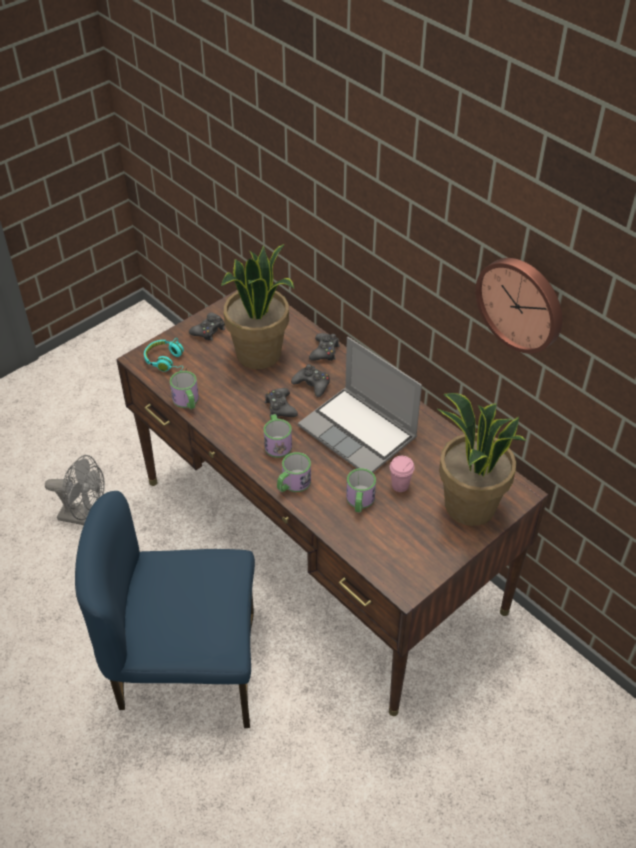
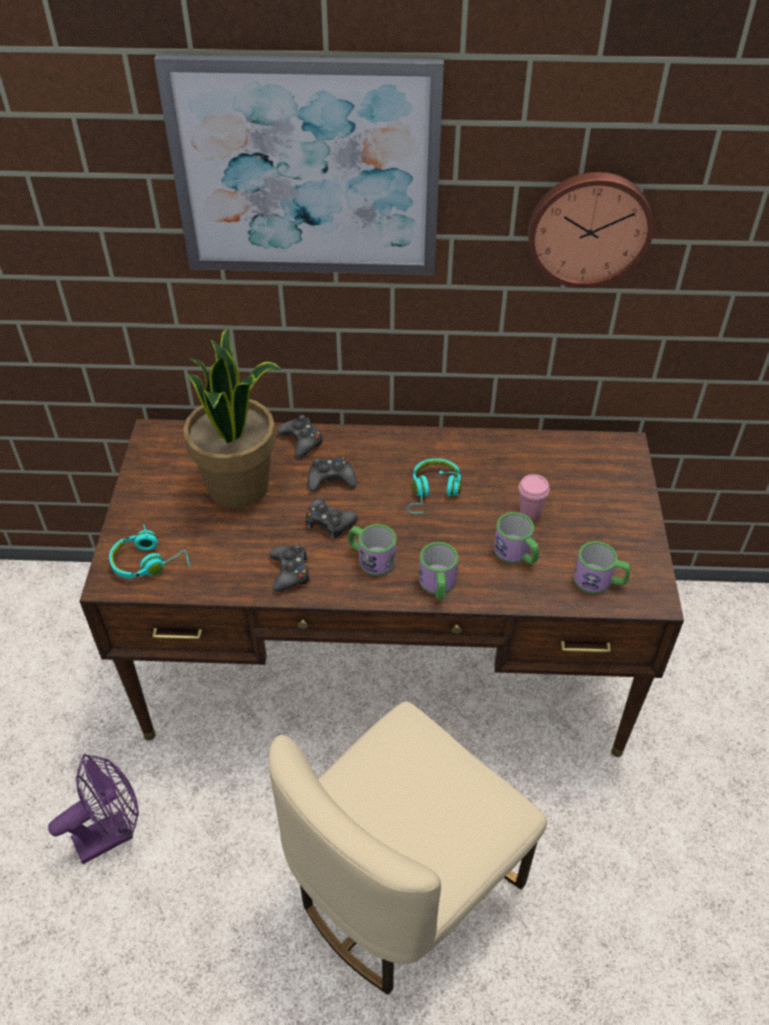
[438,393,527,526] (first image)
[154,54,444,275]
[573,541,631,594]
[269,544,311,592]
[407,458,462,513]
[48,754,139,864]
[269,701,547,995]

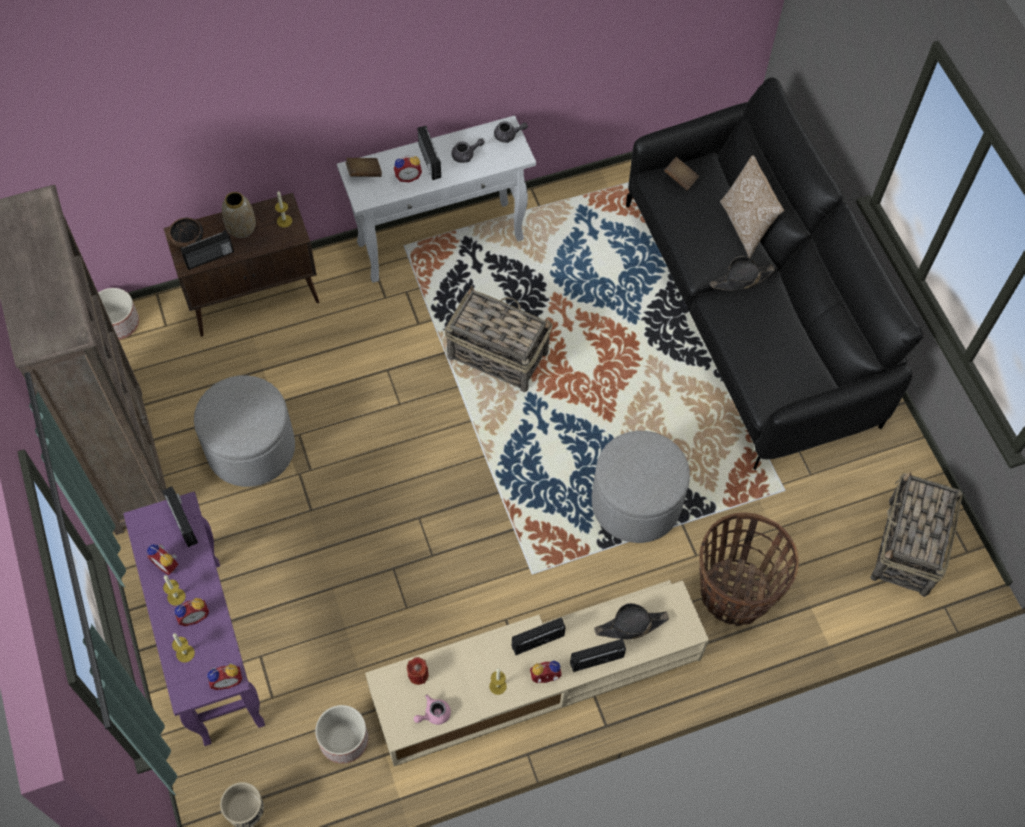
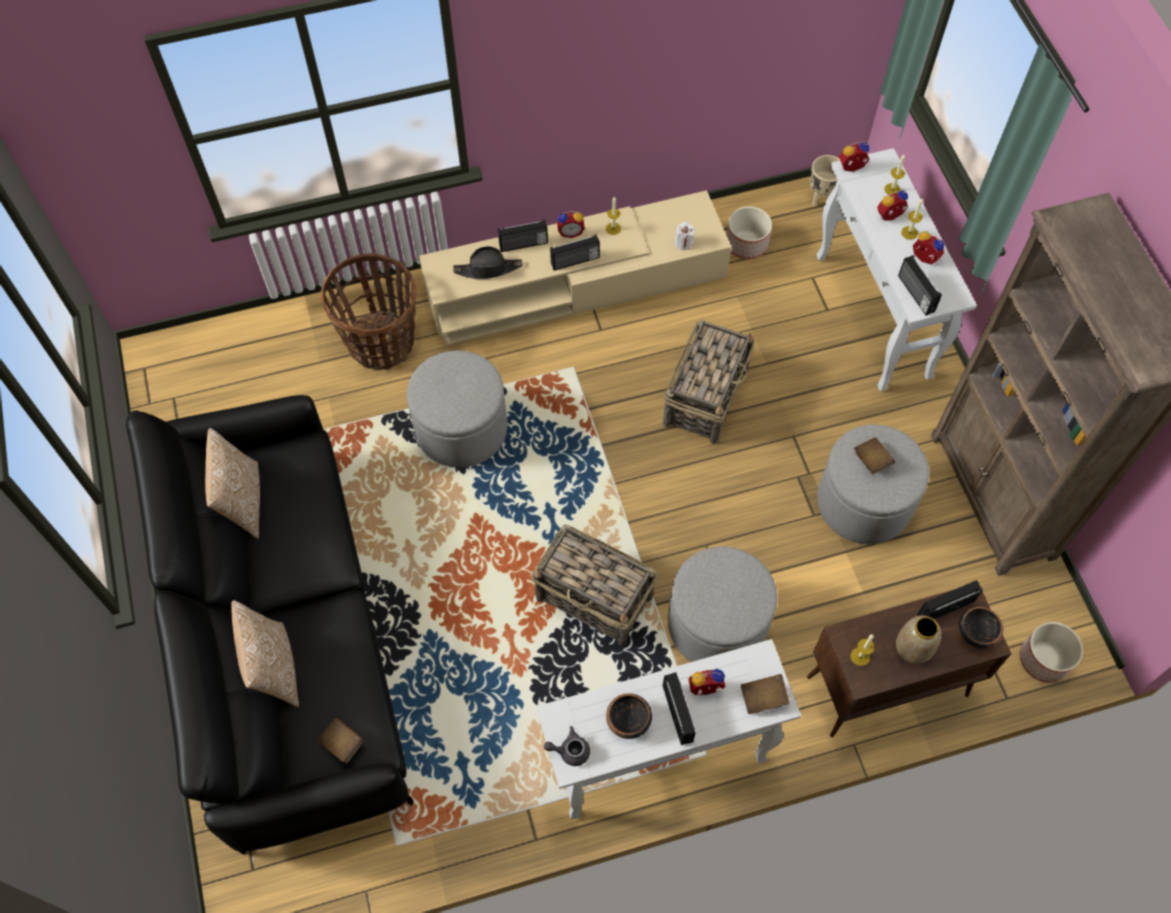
[414,695,451,725] (first image)
[710,256,775,290] (first image)
[205,428,260,539]
[668,547,777,662]
[854,437,895,475]
[663,319,755,444]
[606,693,652,739]
[816,148,977,392]
[675,222,695,250]

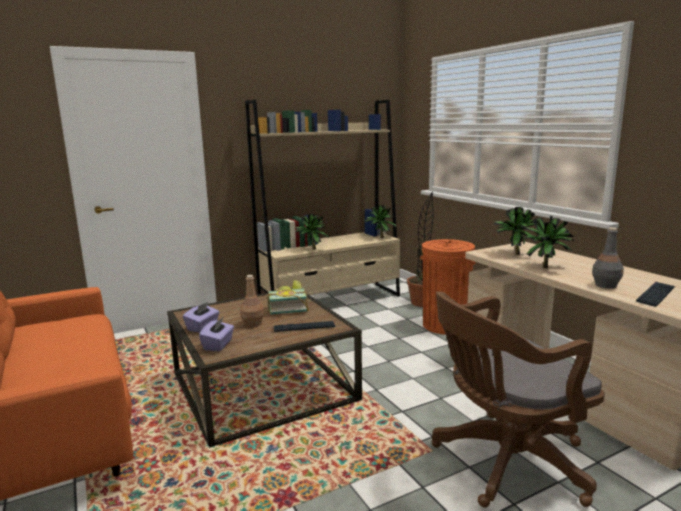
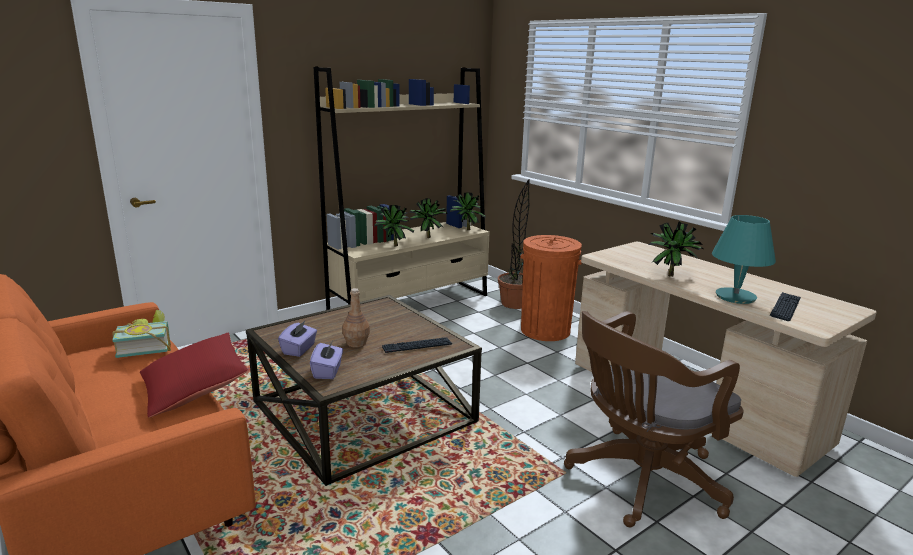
[140,333,248,418]
[112,310,171,358]
[409,198,448,238]
[712,215,776,304]

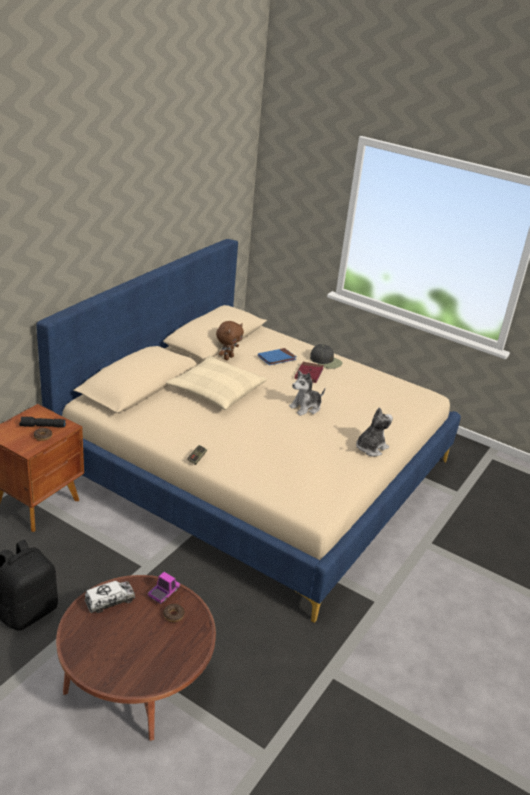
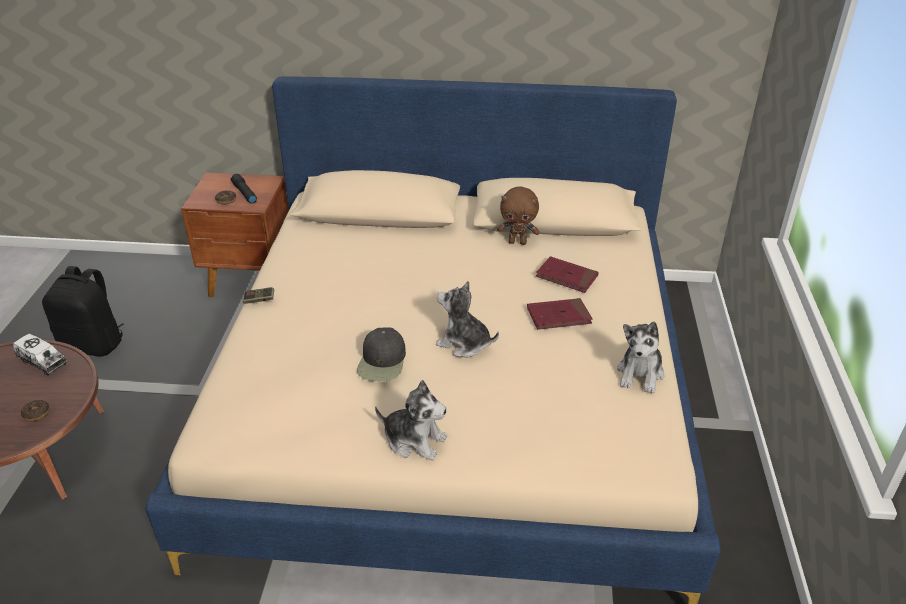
[148,572,180,604] (first image)
[166,355,267,410] (first image)
[617,322,664,394]
[357,327,406,382]
[536,256,598,293]

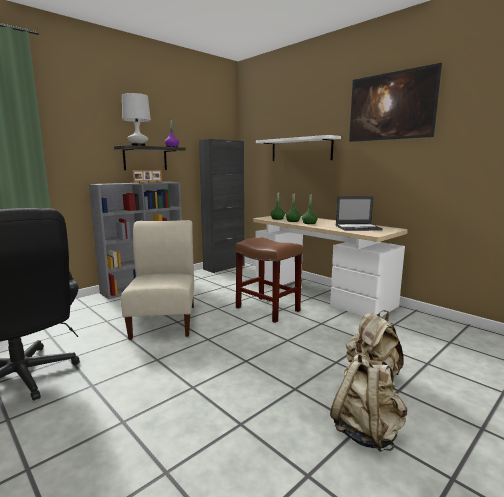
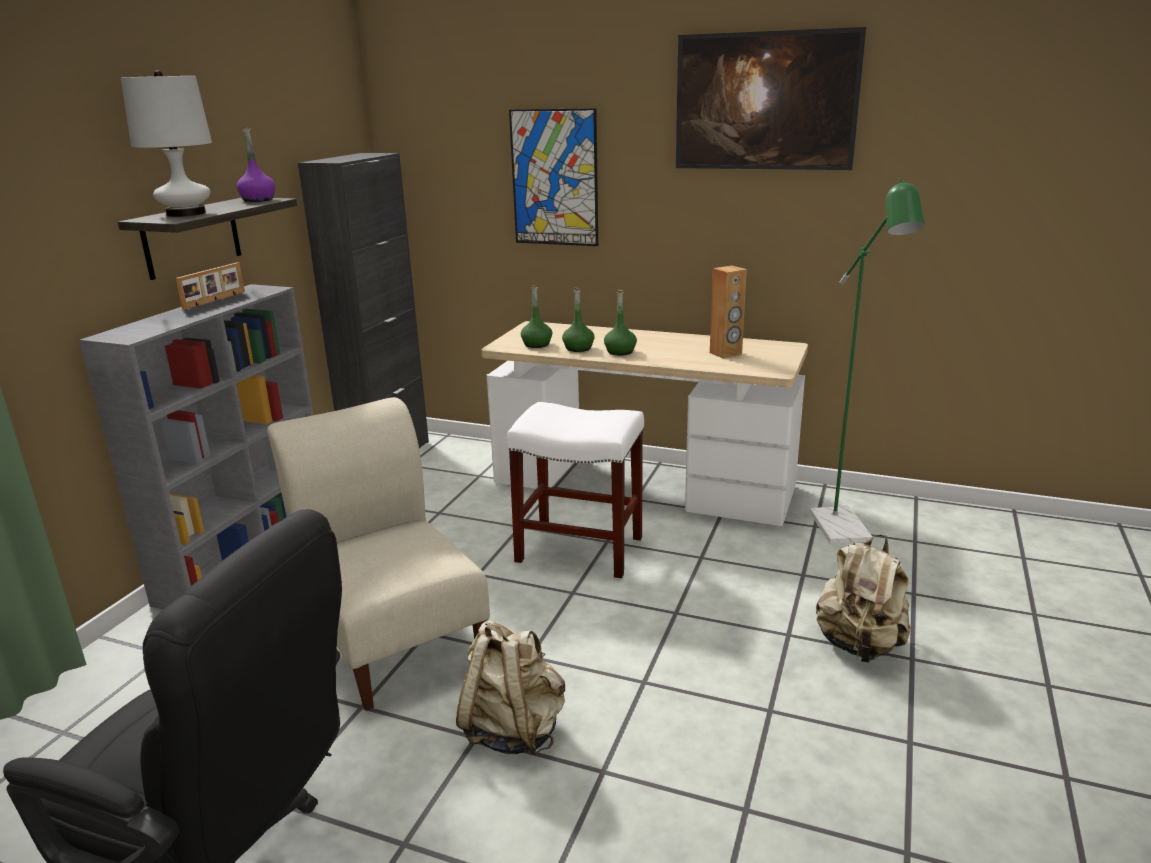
[810,178,925,544]
[456,620,565,756]
[509,108,598,246]
[710,265,747,358]
[507,402,644,580]

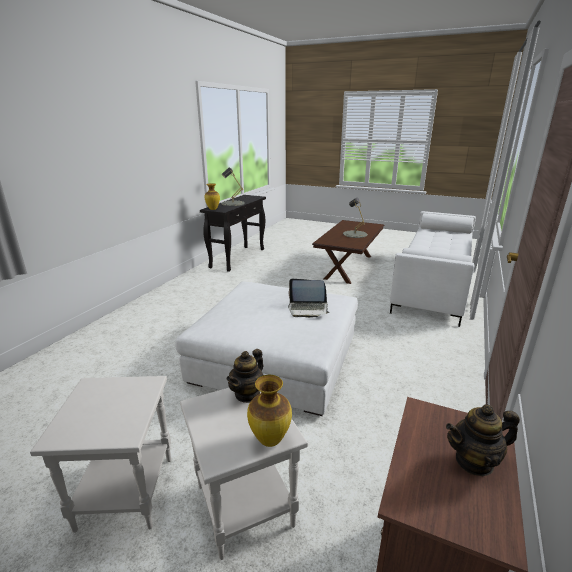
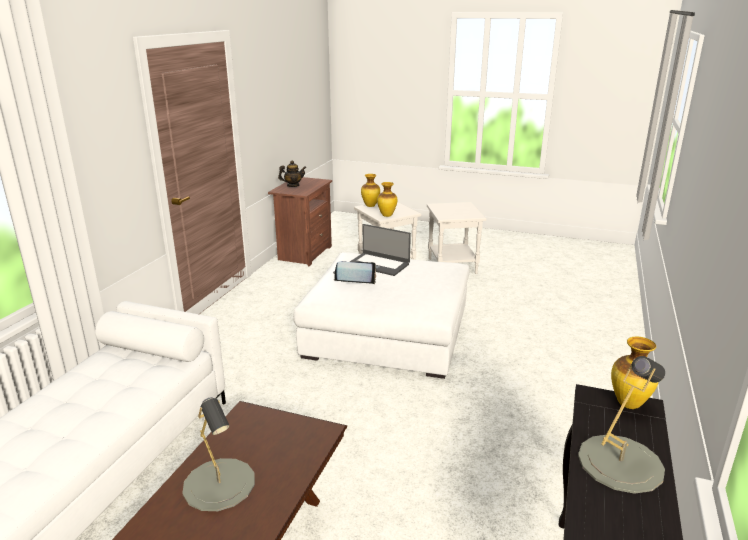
[350,224,411,276]
[377,182,397,217]

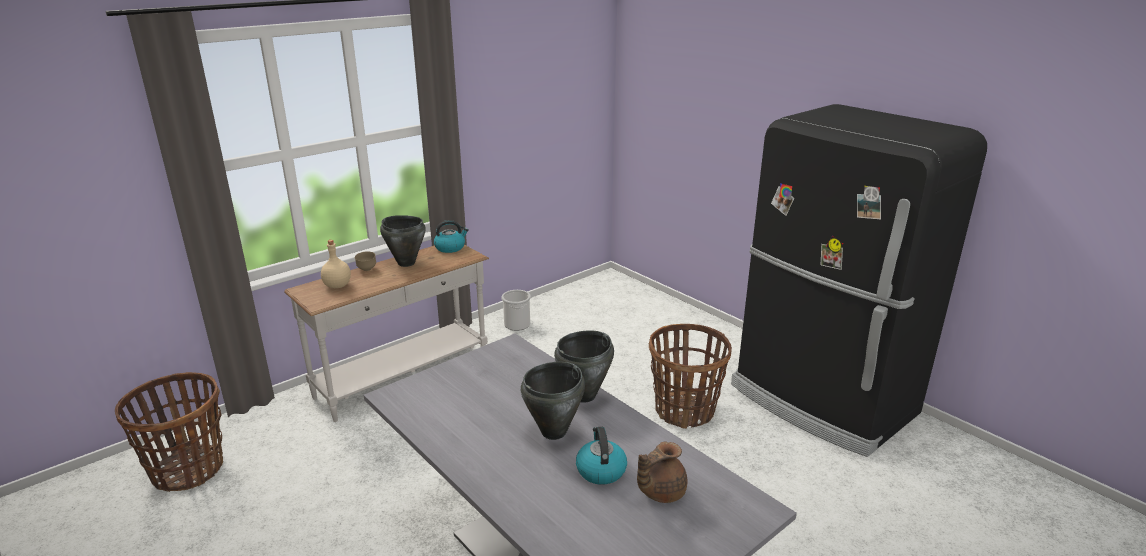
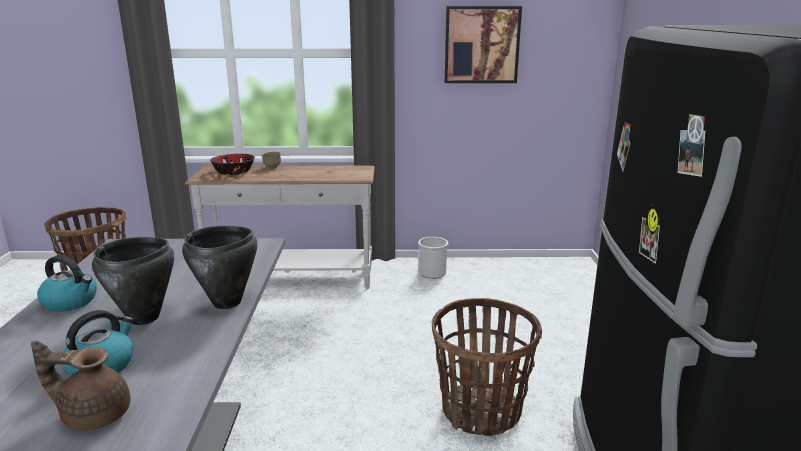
[380,215,426,267] (first image)
[444,6,522,83]
[37,255,97,312]
[210,154,255,175]

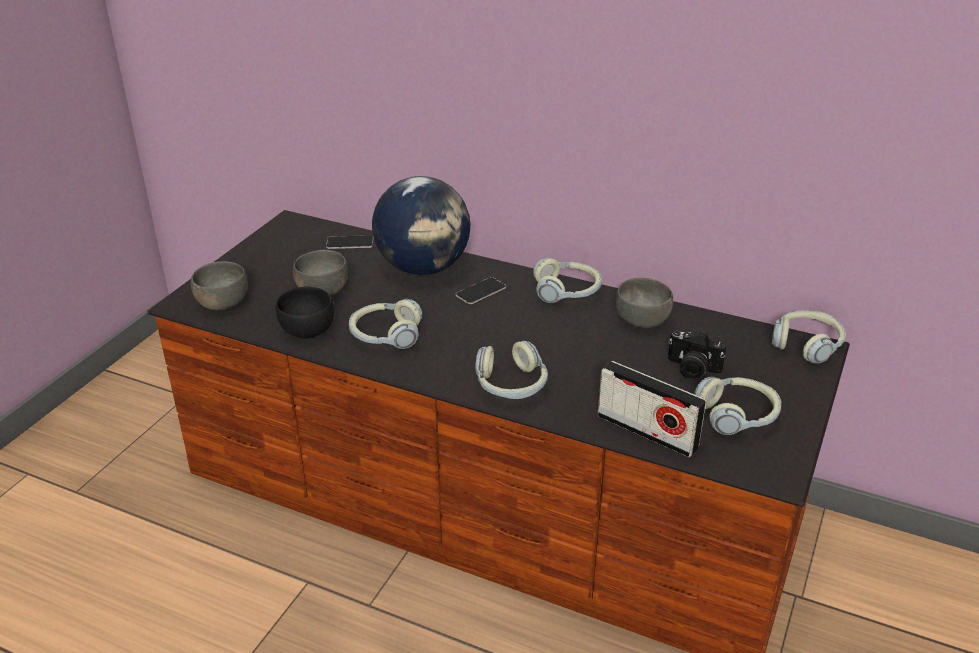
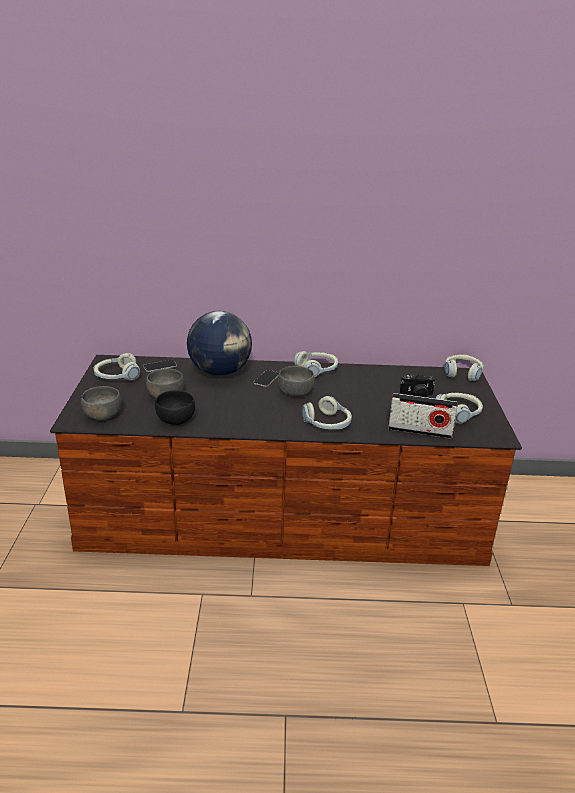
[93,353,140,381]
[278,366,315,397]

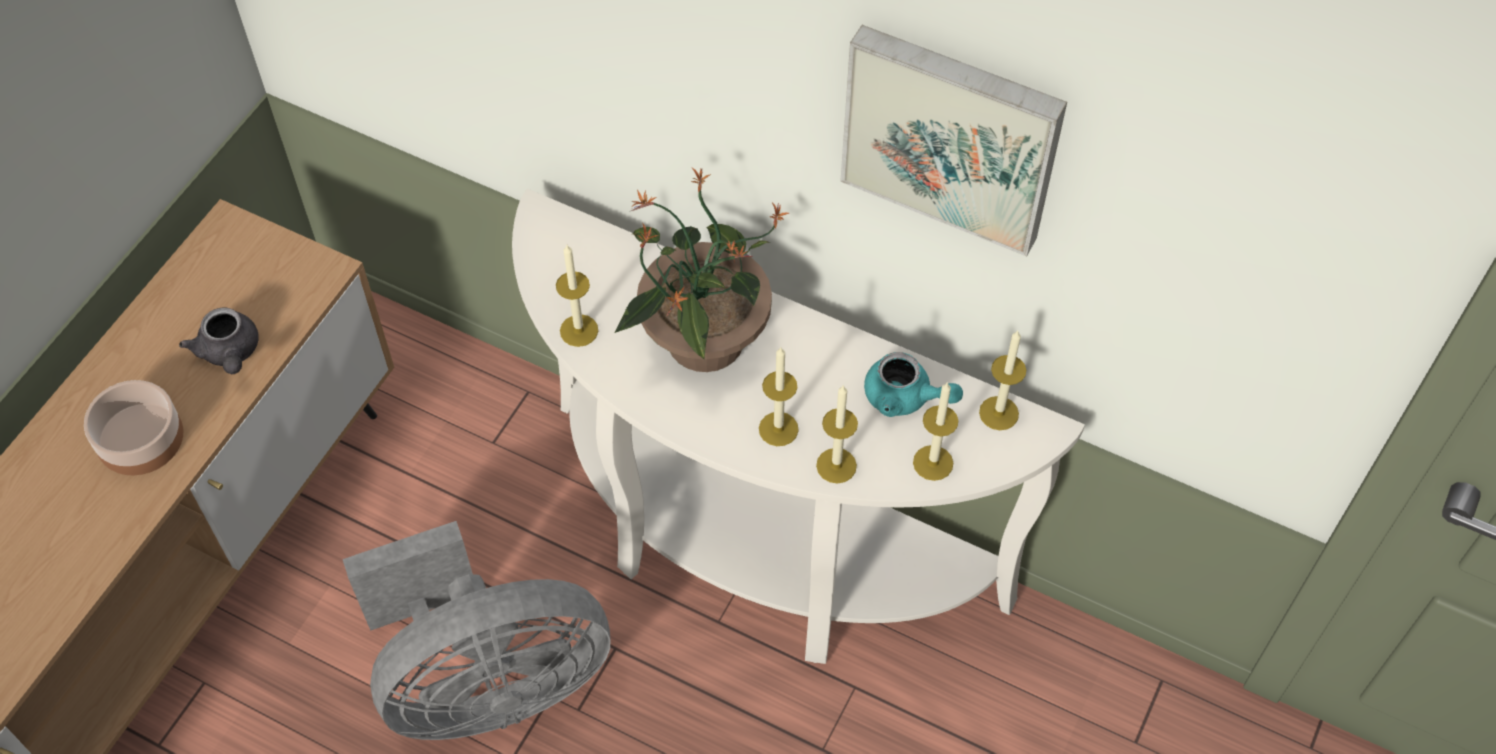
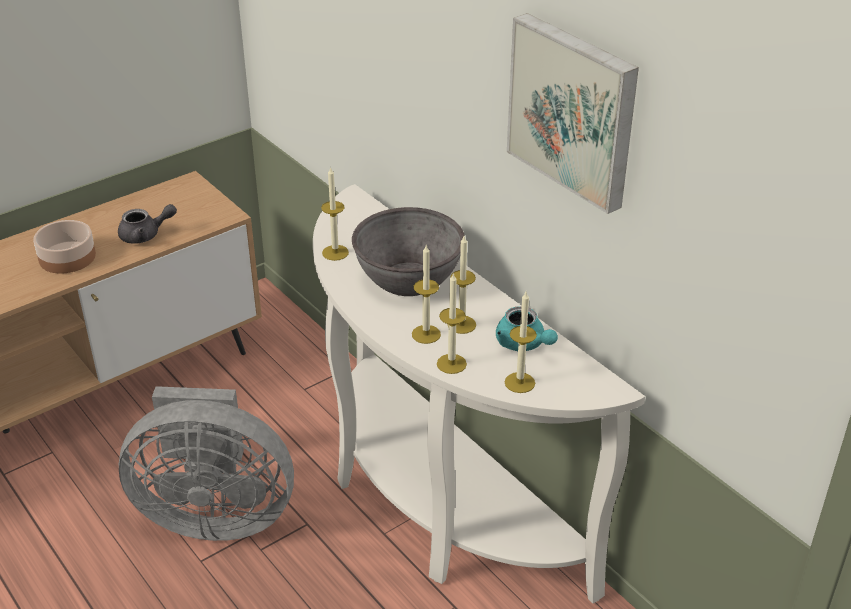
[448,236,476,334]
[352,207,465,296]
[118,204,177,244]

